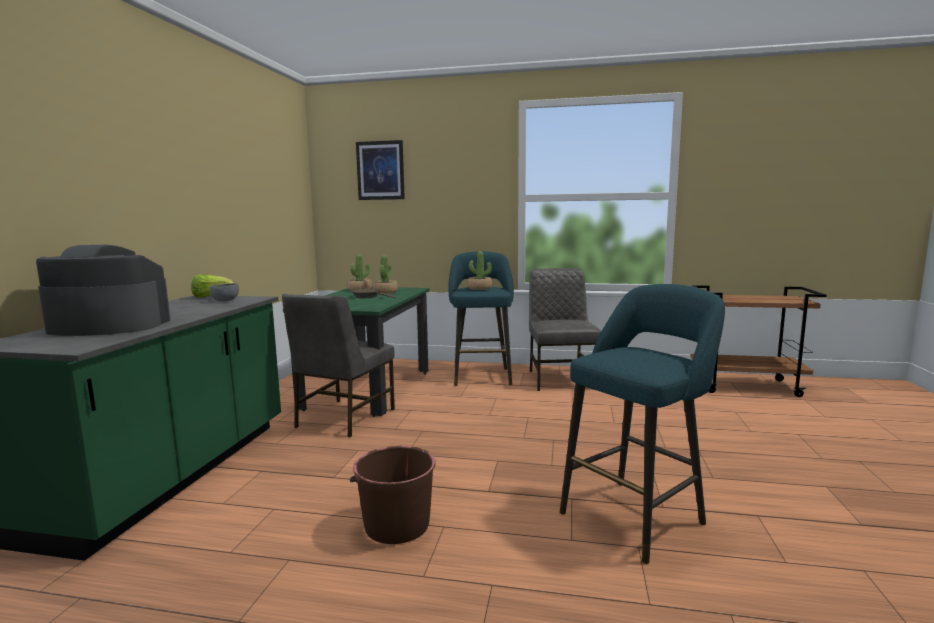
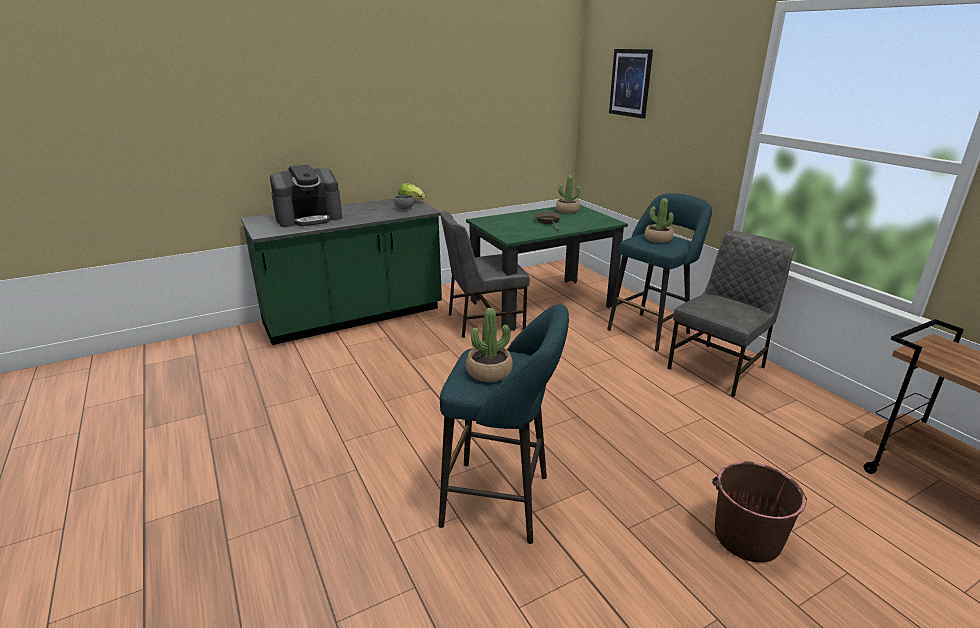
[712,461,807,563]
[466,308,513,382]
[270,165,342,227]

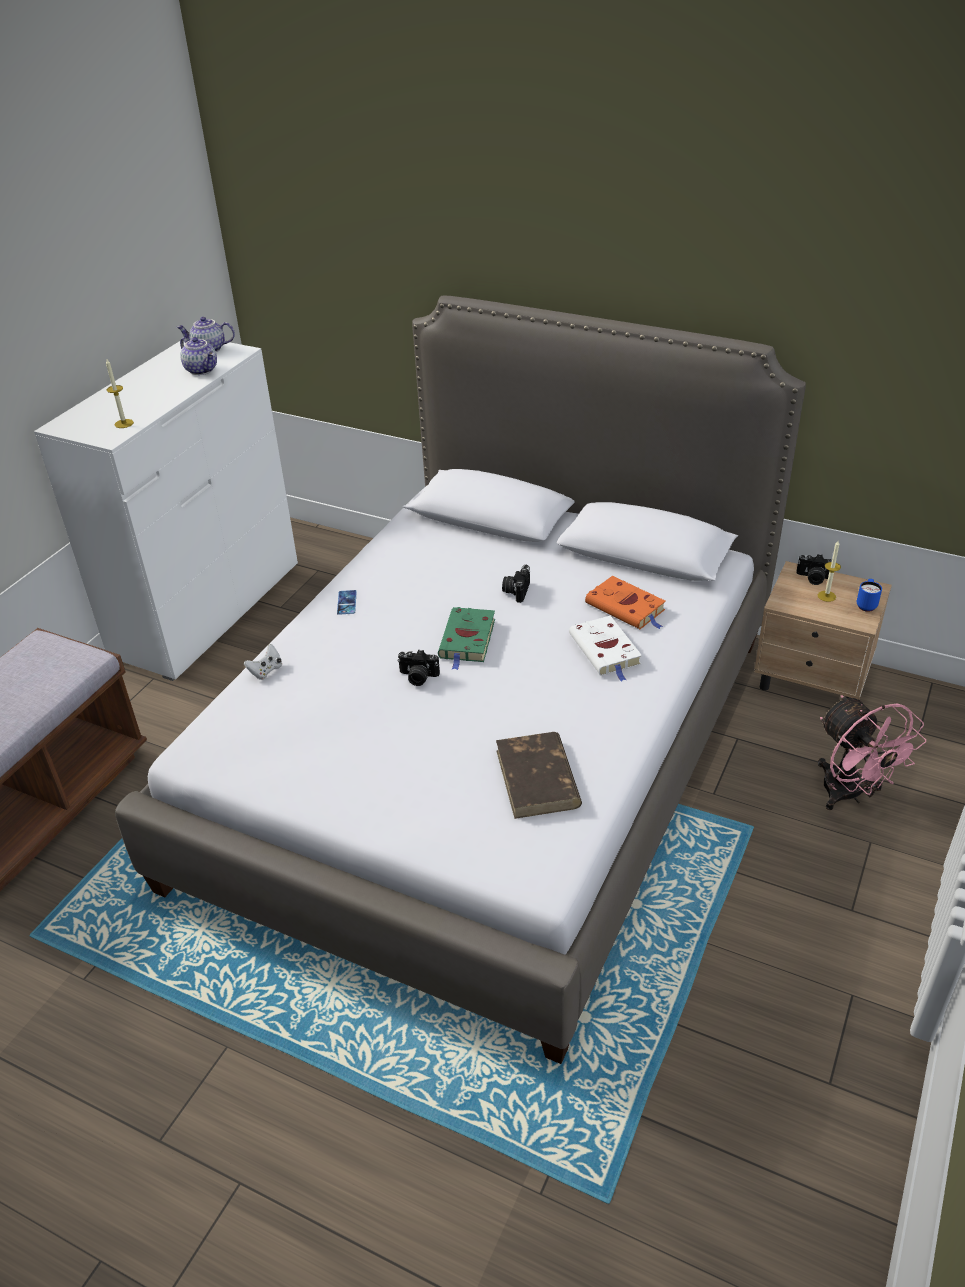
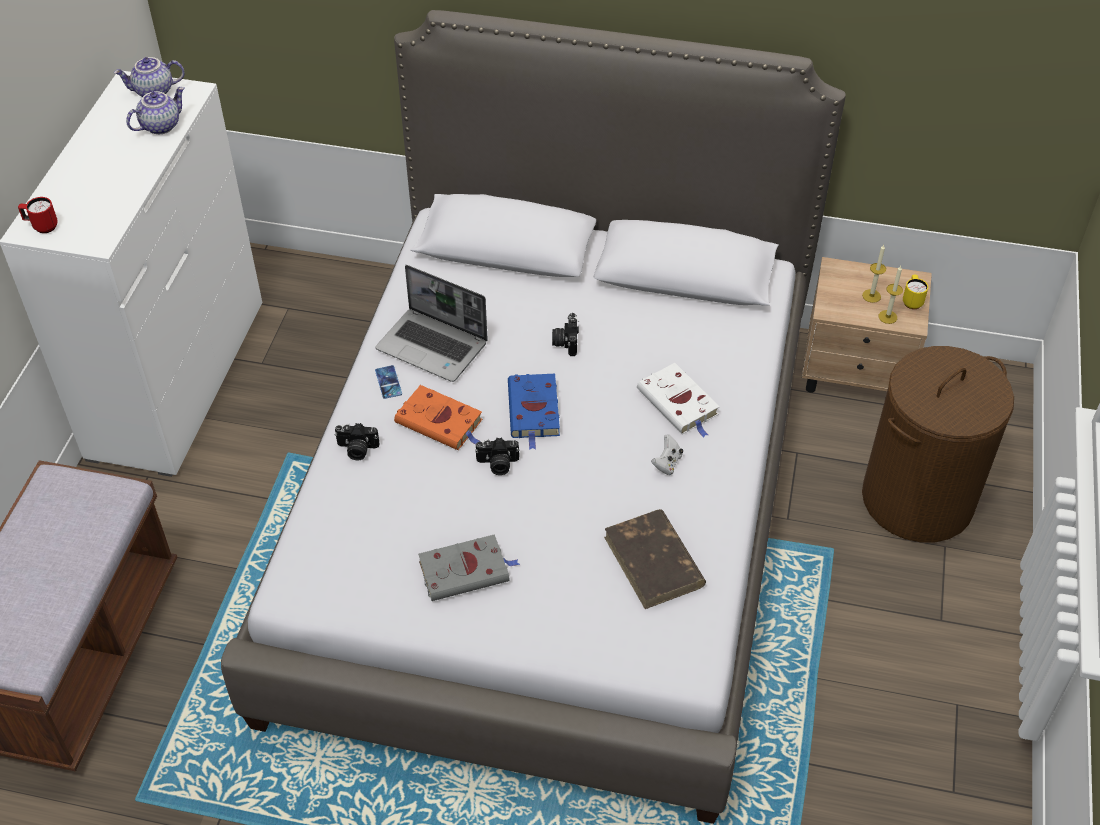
[18,197,58,233]
[375,265,488,382]
[418,534,520,601]
[879,266,903,324]
[651,434,683,475]
[394,385,482,450]
[334,423,380,461]
[862,346,1014,542]
[508,374,560,450]
[903,275,928,309]
[126,87,185,134]

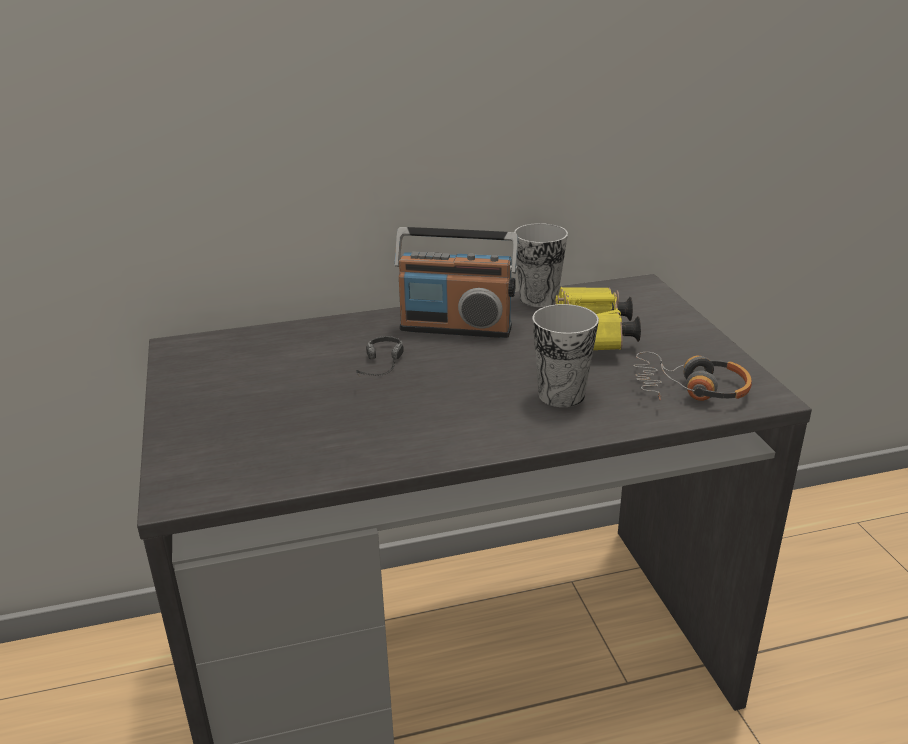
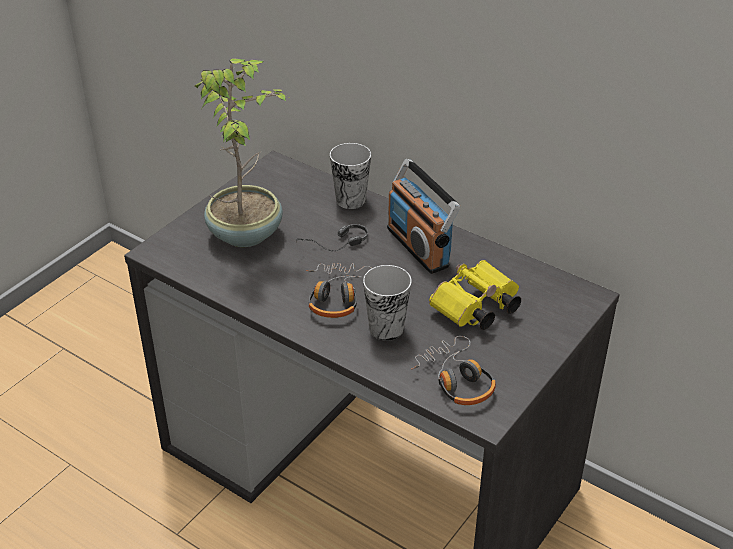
[195,58,291,247]
[306,263,372,318]
[330,143,371,209]

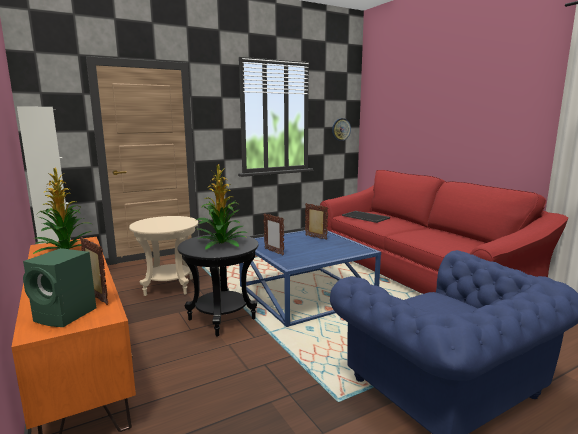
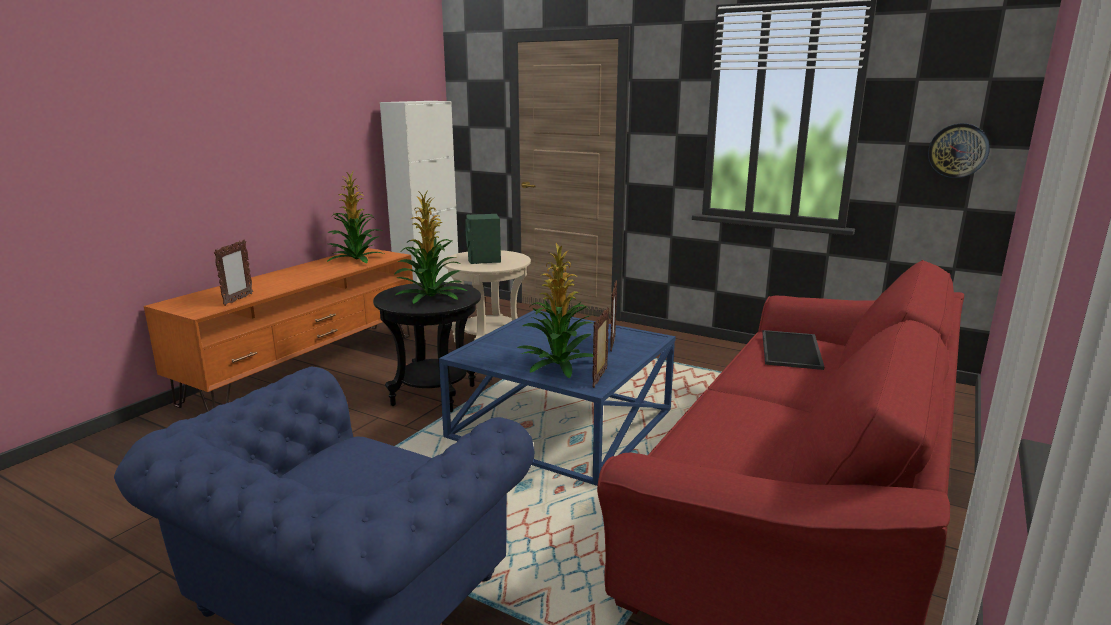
[517,243,594,378]
[465,214,501,264]
[592,307,609,388]

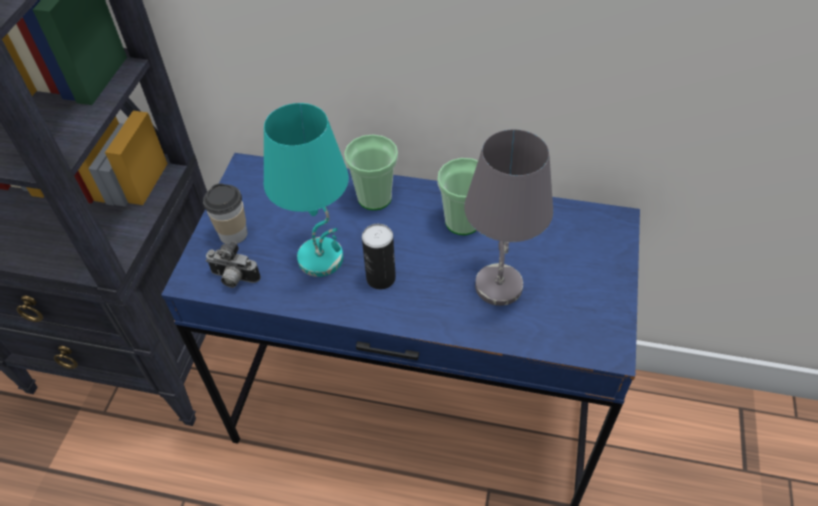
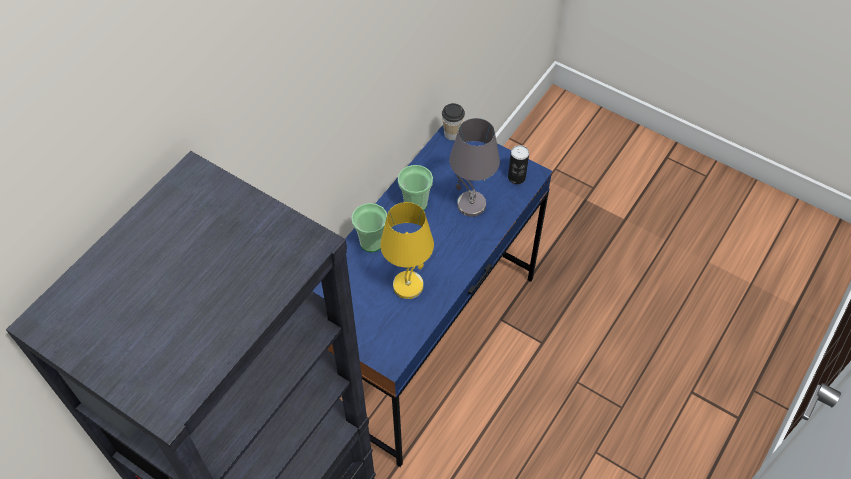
[206,241,261,288] (first image)
[442,103,465,141]
[508,145,529,184]
[380,202,434,299]

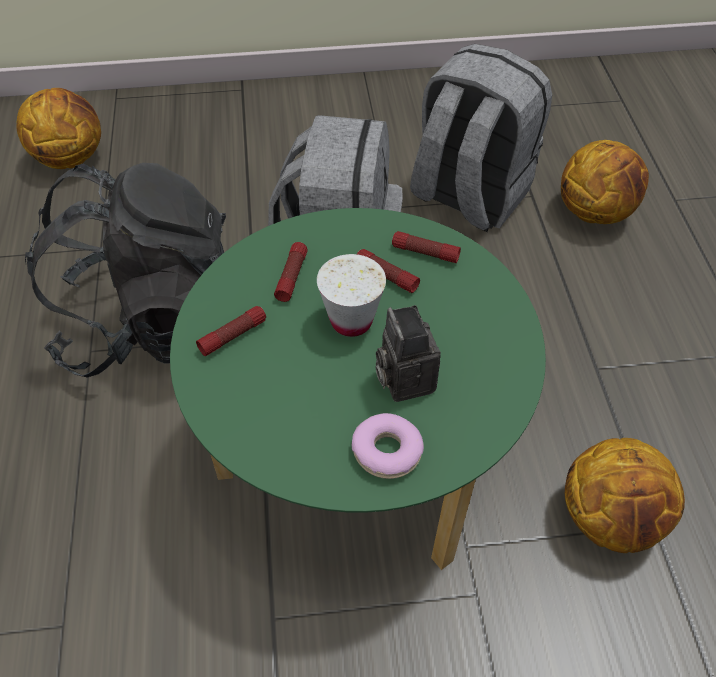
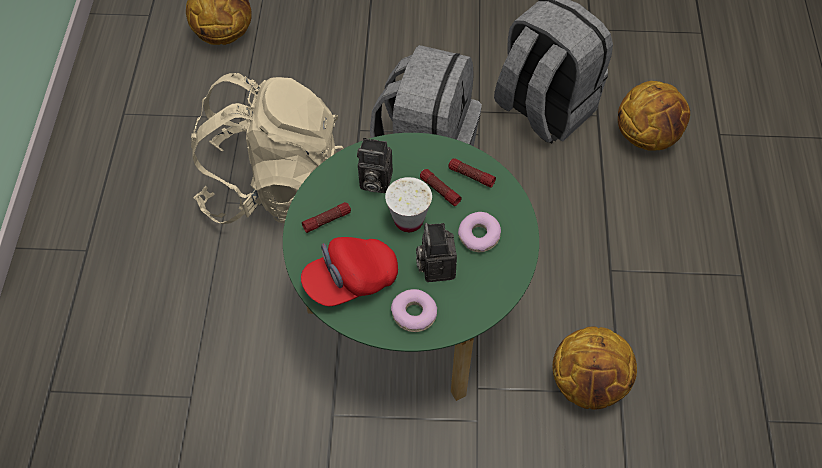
[301,237,398,306]
[458,212,501,252]
[357,138,393,193]
[191,73,344,224]

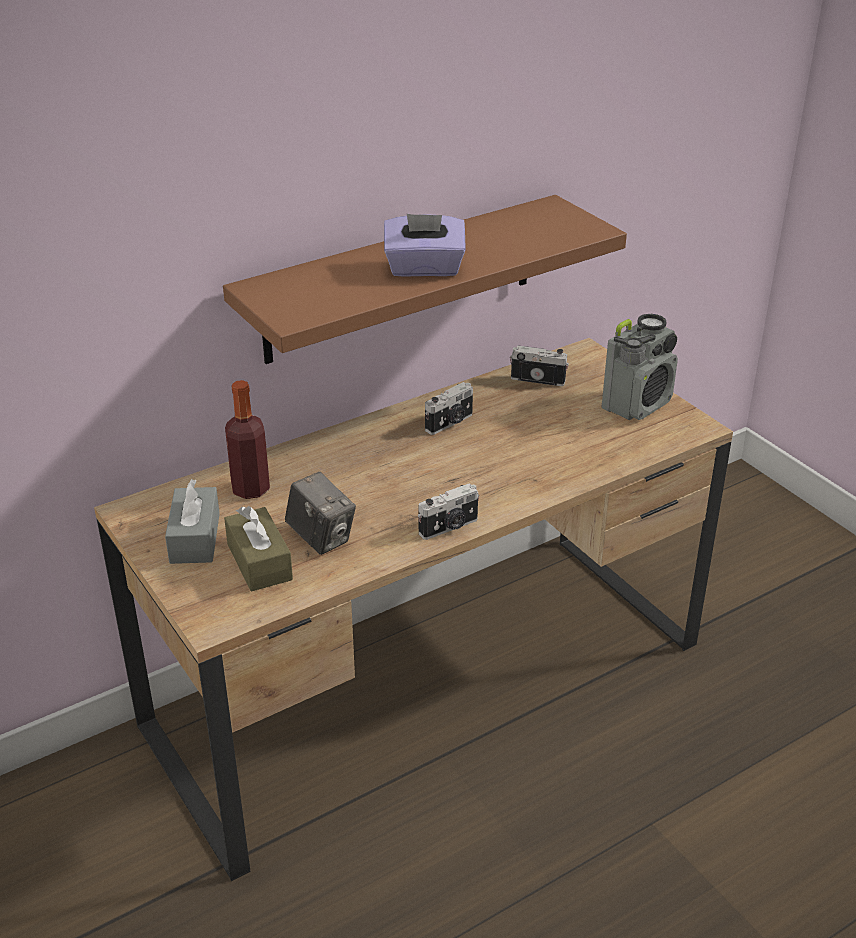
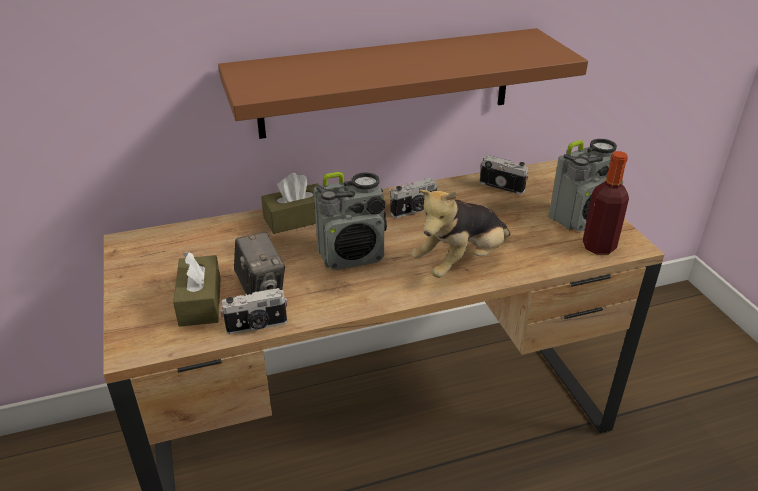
[165,479,220,564] (first image)
[384,214,466,277] (first image)
[261,173,319,234]
[314,172,387,270]
[412,189,510,278]
[583,151,629,255]
[220,288,288,334]

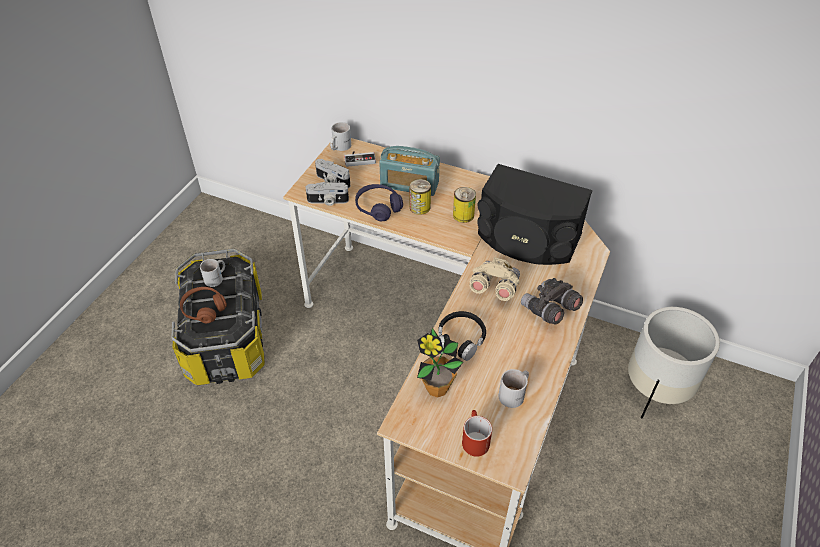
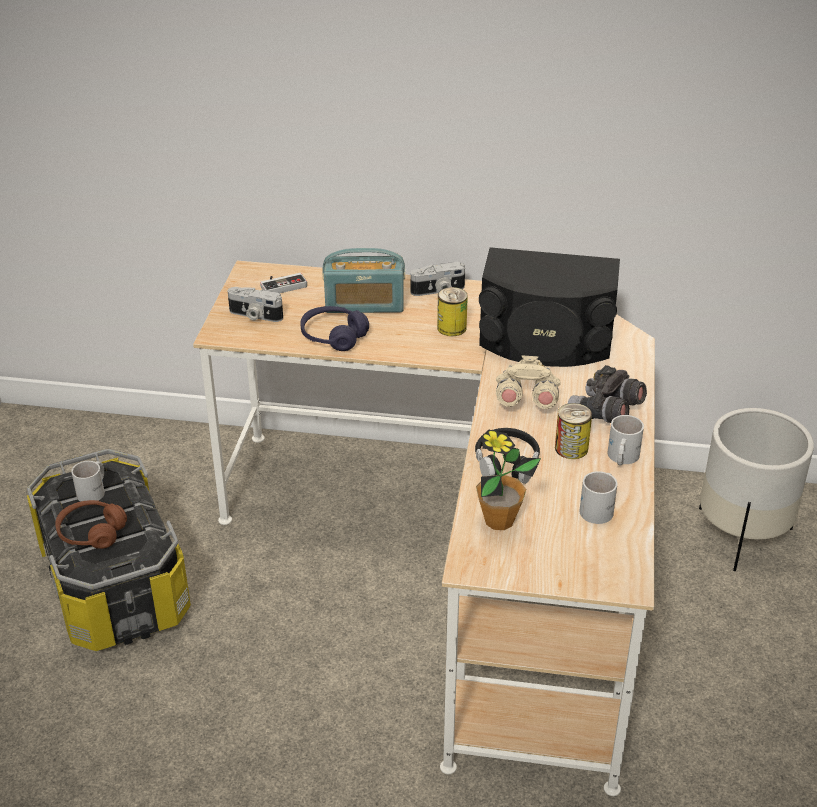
[462,410,492,457] (first image)
[410,262,465,296]
[607,415,644,466]
[555,403,592,459]

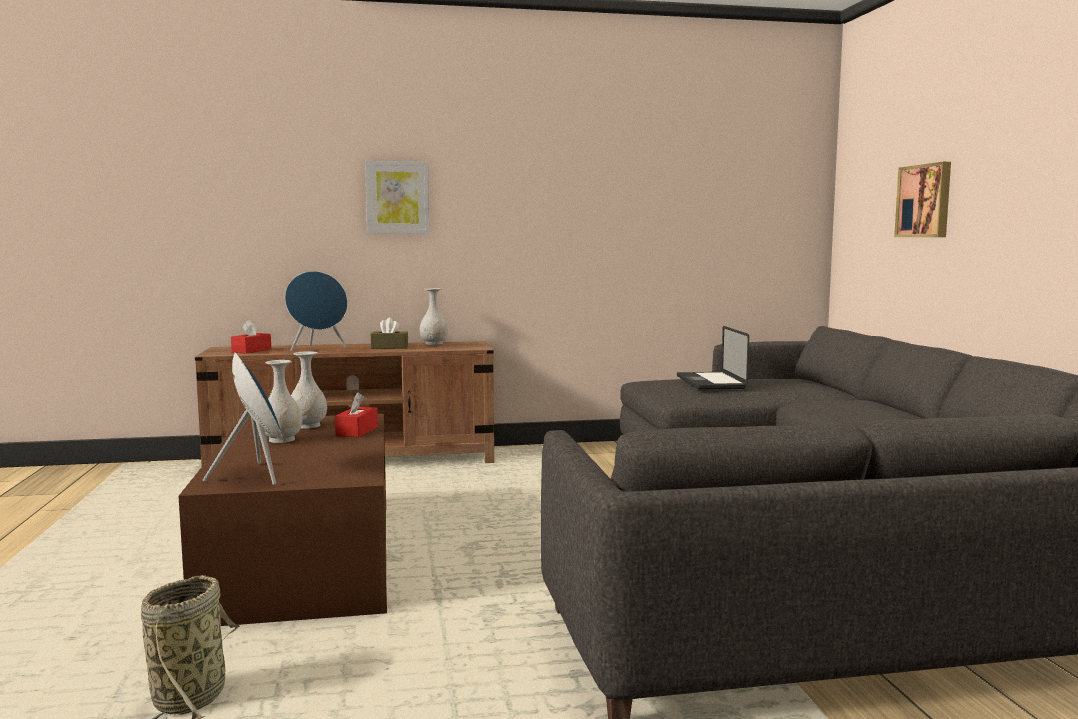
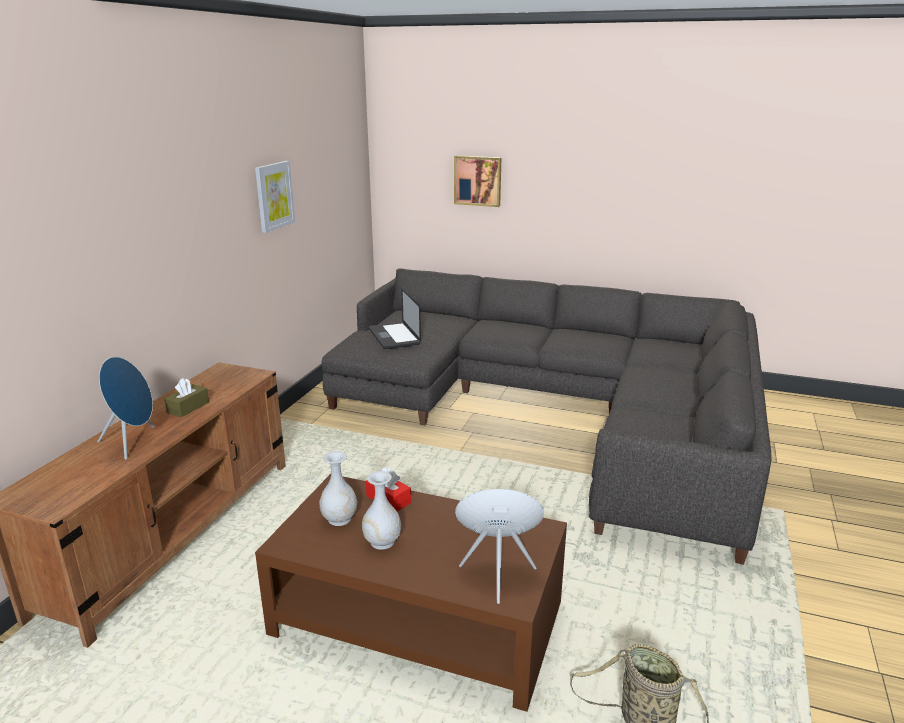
[231,320,271,354] (first image)
[420,288,448,345] (first image)
[255,161,295,233]
[369,289,421,349]

